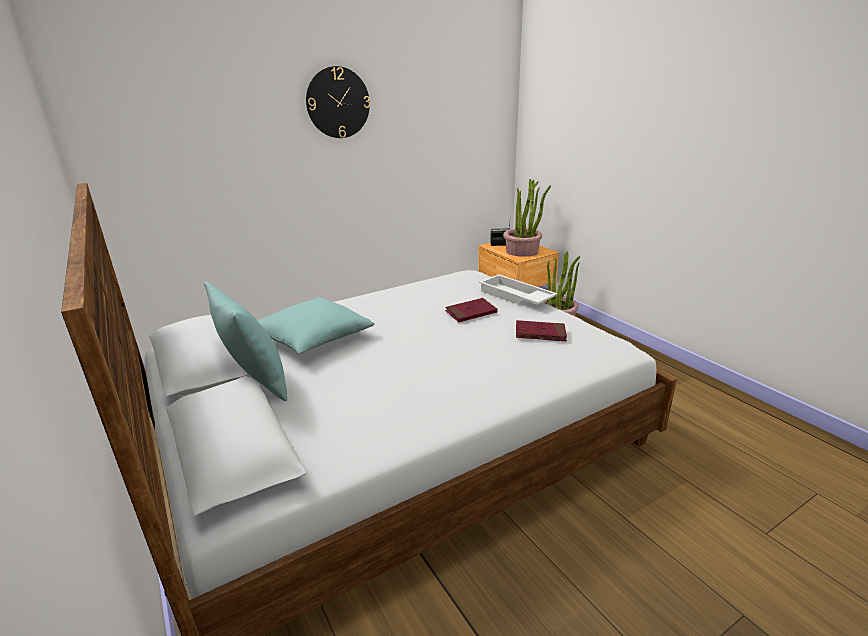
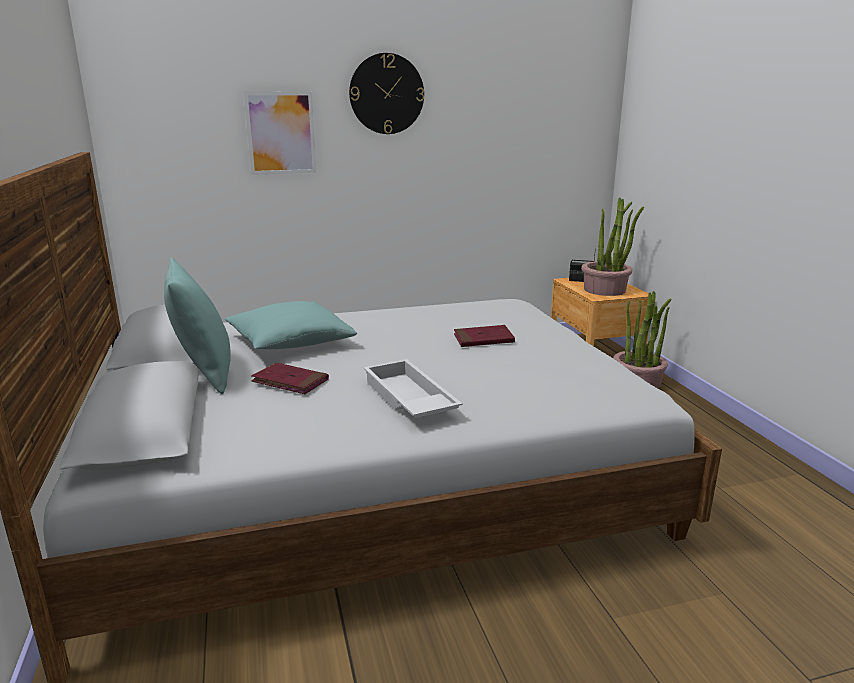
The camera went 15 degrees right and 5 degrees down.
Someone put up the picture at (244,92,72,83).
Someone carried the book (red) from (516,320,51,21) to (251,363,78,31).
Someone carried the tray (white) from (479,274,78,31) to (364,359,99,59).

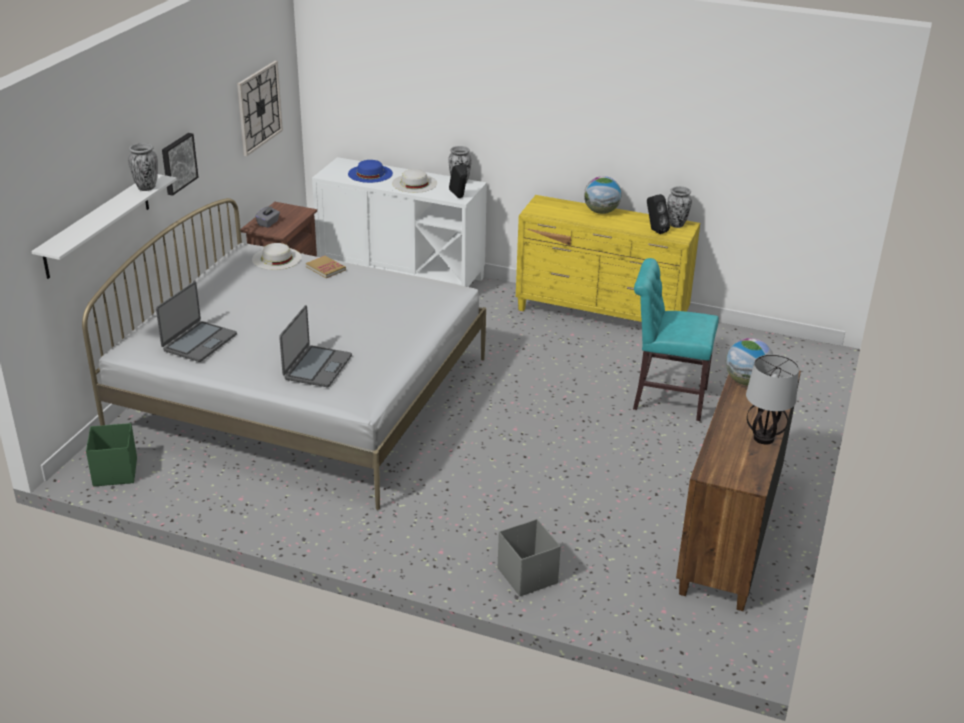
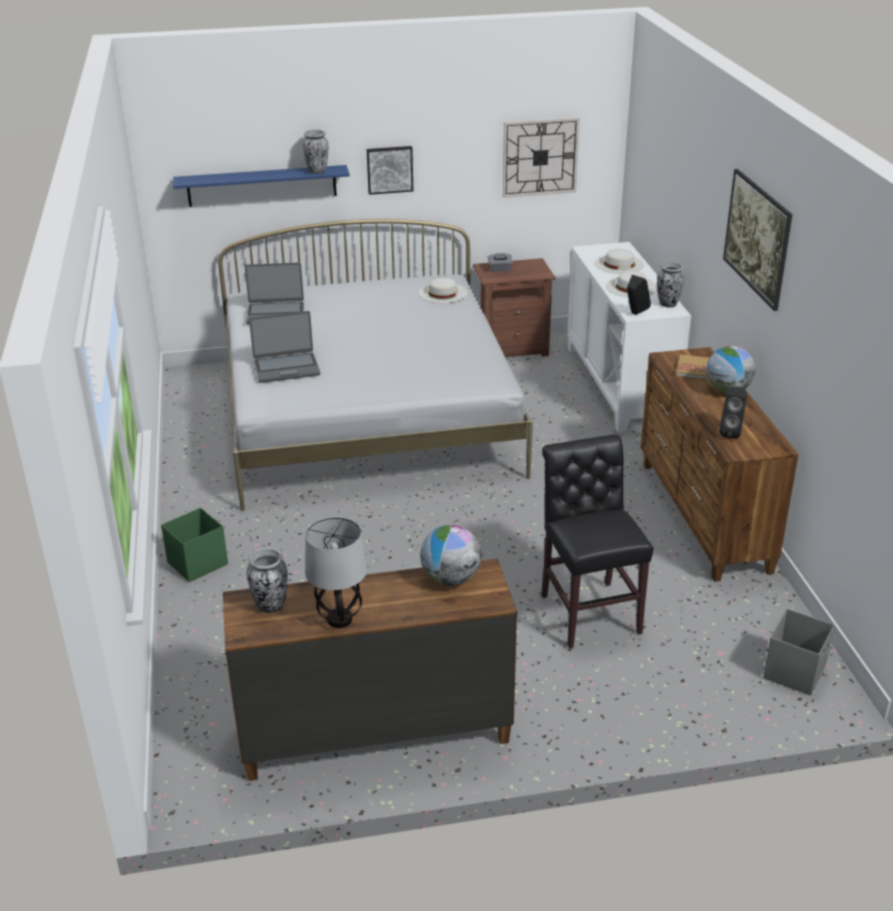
The camera went 60 degrees right and 0 degrees up.
Someone carried the storage box (green) from (86,423,51,64) to (161,508,67,74).
Someone repainted the shelf (white) at (31,174,146,105), which became the shelf (blue) at (173,165,177,42).
Someone carried the vase from (667,186,25,42) to (247,548,41,65).
Someone repainted the chair (turquoise) at (633,258,86,163), which became the chair (black) at (541,435,112,213).
Someone repainted the hat (blue) at (348,160,45,23), which became the hat (white) at (595,249,49,25).
Someone repainted the dresser (yellow) at (516,195,184,127), which became the dresser (brown) at (641,347,158,235).
Someone carried the book from (306,256,40,22) to (676,355,33,25).
Someone put up the picture at (723,169,70,142).
Someone carried the storage box (grey) from (498,519,63,77) to (763,609,72,86).

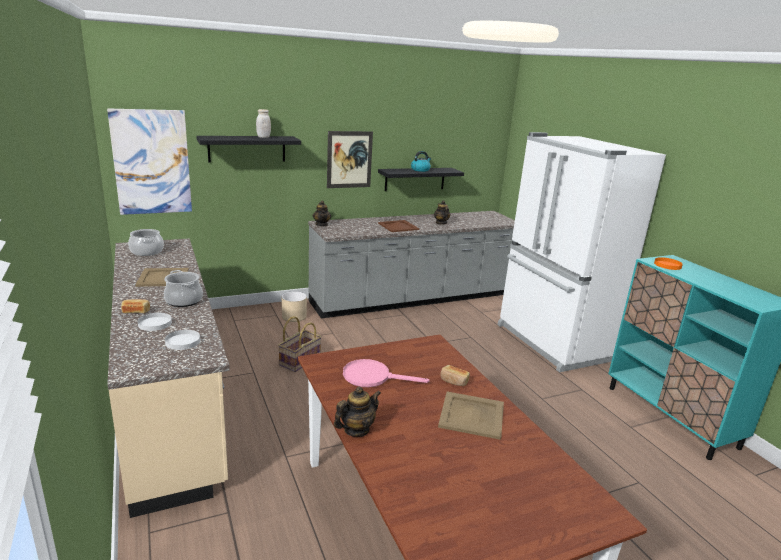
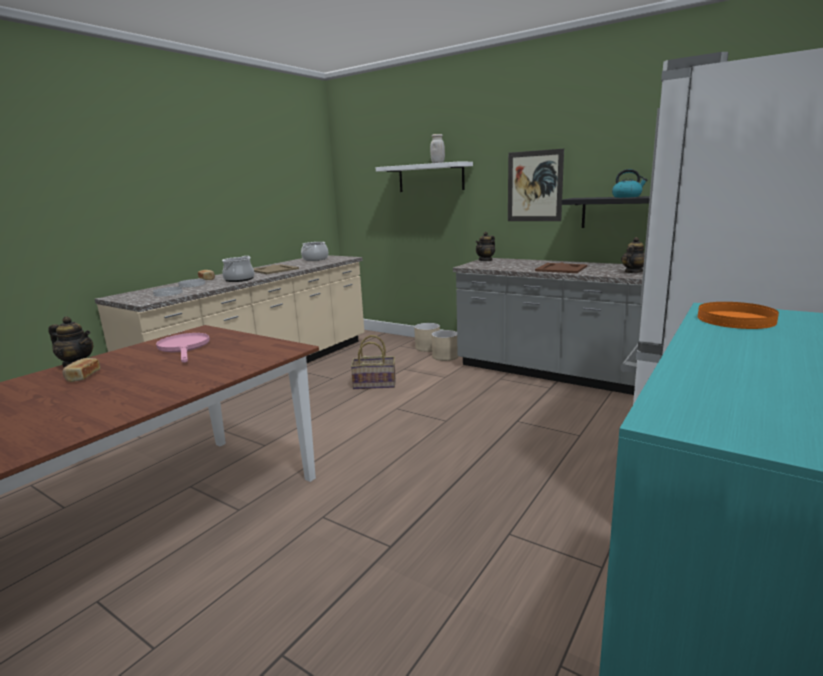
The camera went 60 degrees right and 5 degrees down.
Someone carried the bread from (440,365,30,21) to (63,358,37,24).
Someone repainted the shelf (black) at (196,136,105,26), which became the shelf (white) at (375,162,98,30).
Someone put down the planter (beige) at (414,323,26,29).
Someone took away the picture at (107,108,85,107).
Someone took away the tray (beige) at (438,392,66,48).

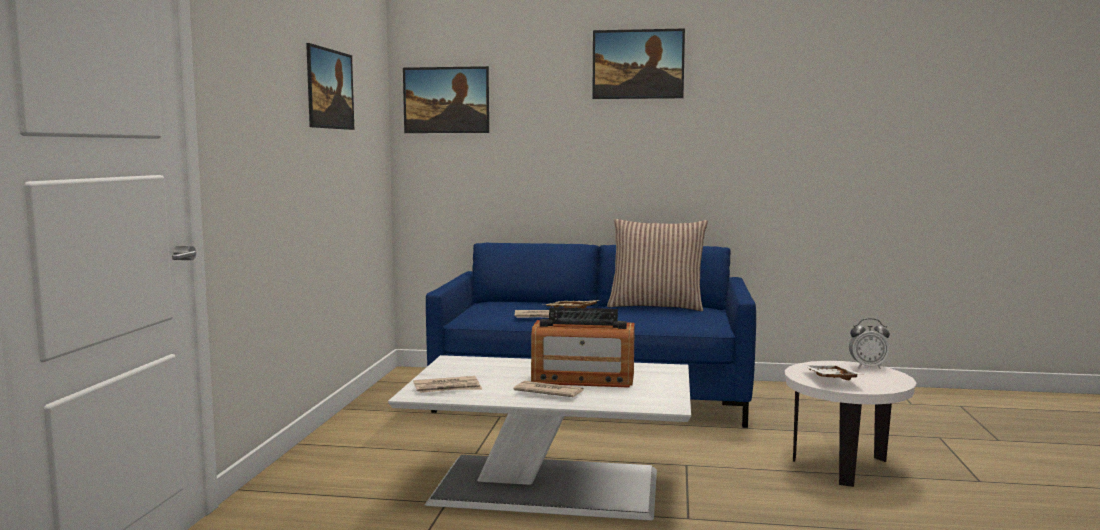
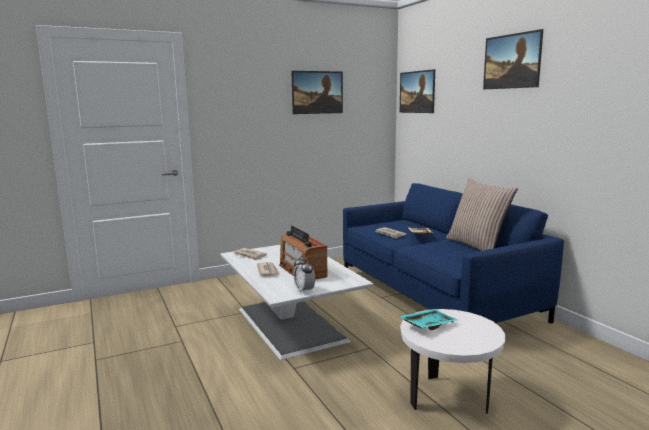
The camera went 55 degrees right and 5 degrees up.
Someone carried the alarm clock from (849,318,41,51) to (293,256,22,37).
Someone repainted the tray (white) at (801,364,60,16), which became the tray (turquoise) at (399,309,59,21).

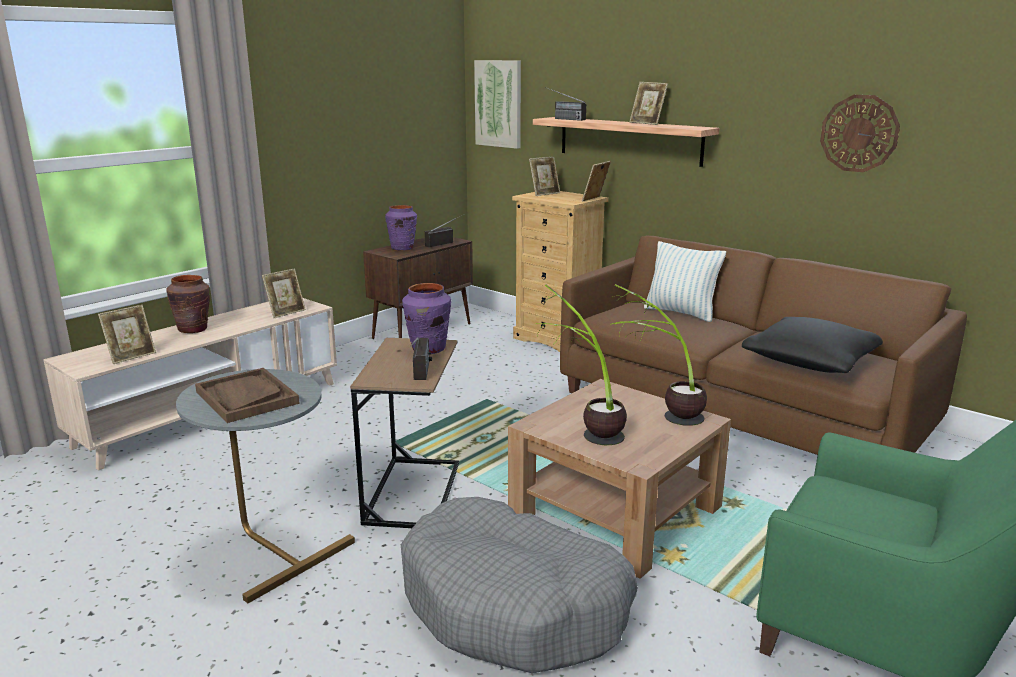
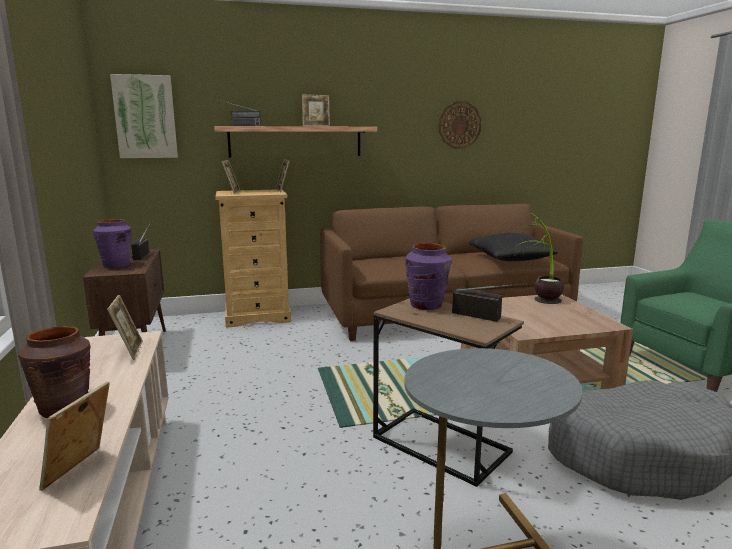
The camera went 55 degrees left and 5 degrees down.
Someone rotated the picture frame at (98,305,58,59) by 150 degrees counterclockwise.
Someone took away the tray (brown) at (195,368,105,55).
Someone took away the potted plant at (536,285,91,160).
Someone took away the pillow at (644,241,82,81).

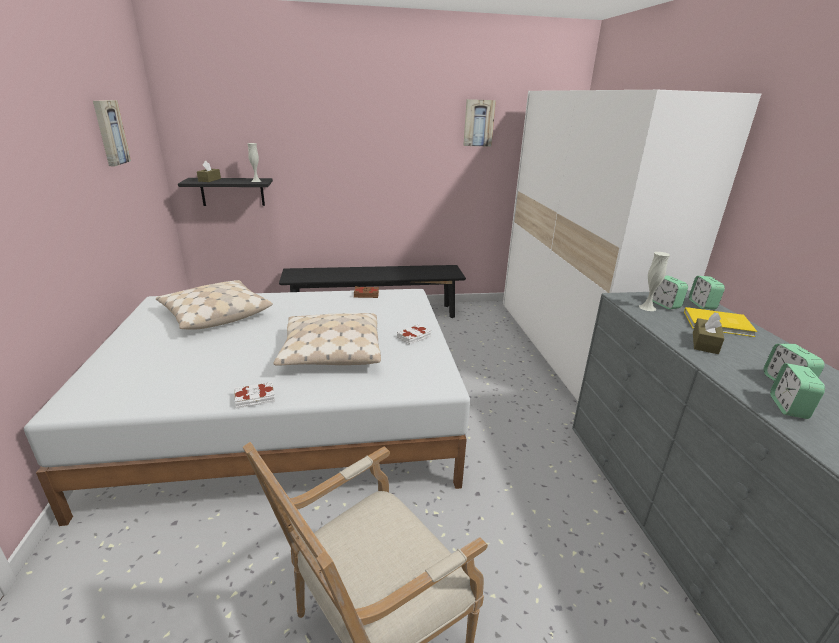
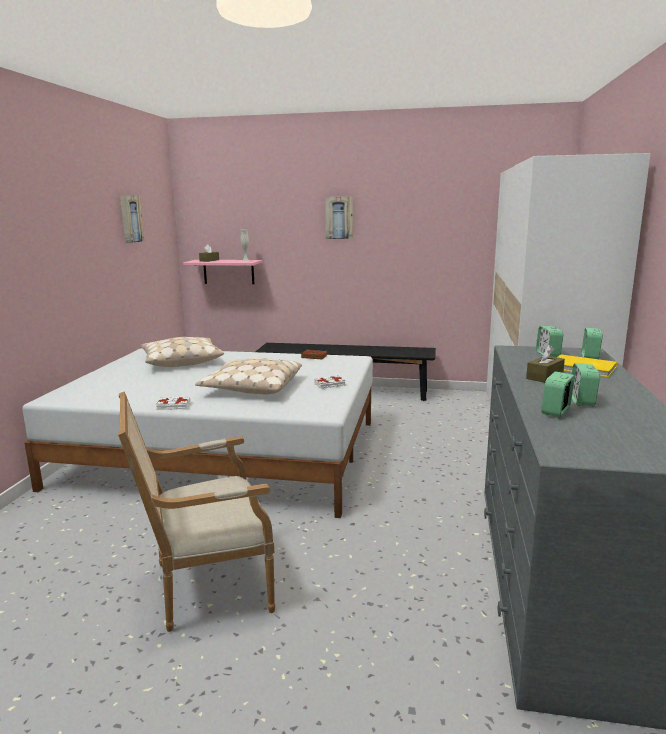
The camera went 20 degrees right and 10 degrees down.
Someone repainted the shelf (black) at (178,178,95,28), which became the shelf (pink) at (183,260,79,24).
Someone carried the picture from (463,99,33,48) to (325,197,28,42).
Someone took away the vase (white) at (639,252,31,59).

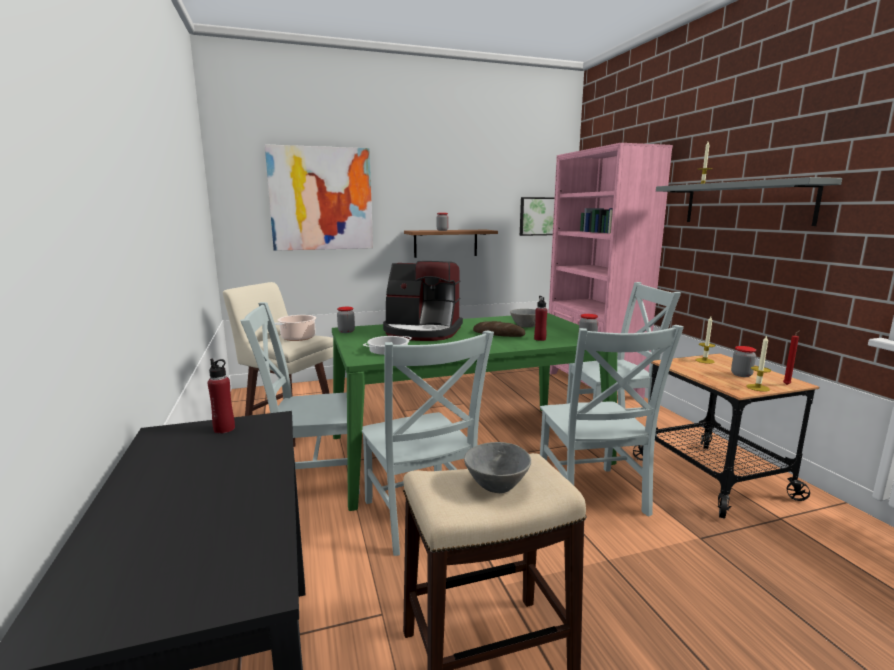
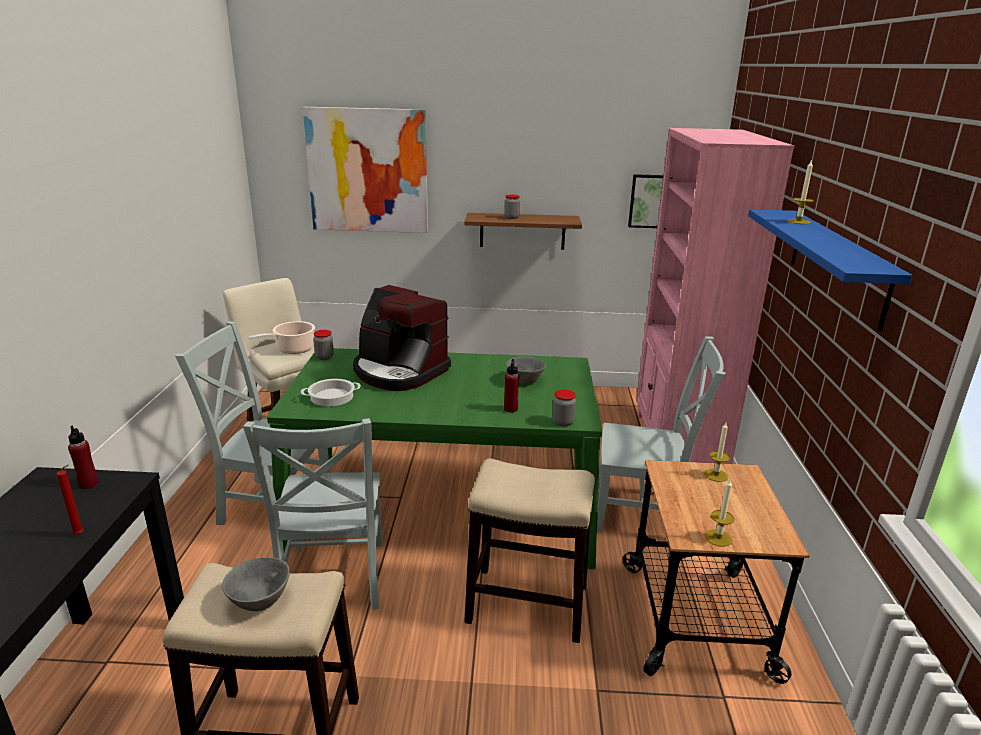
The camera went 20 degrees right and 10 degrees up.
Someone carried the candle (red) from (783,330,17,55) to (57,465,27,70).
Someone swapped the chair (grey) at (540,325,144,191) for the stool at (464,458,131,185).
Someone repainted the shelf (grey) at (656,177,186,49), which became the shelf (blue) at (748,209,164,123).
Someone took away the bread at (473,321,52,16).
Someone took away the jar at (731,346,25,31).

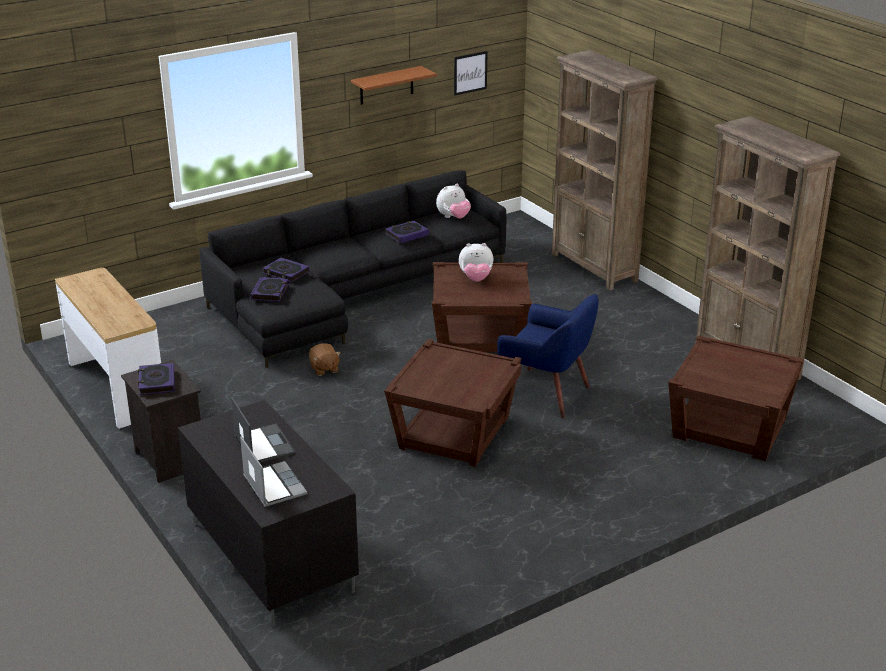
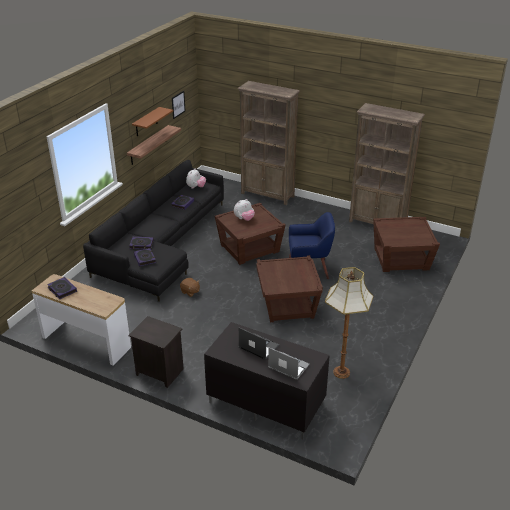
The camera went 30 degrees left and 5 degrees up.
Someone carried the book from (138,363,37,32) to (47,277,30,22).
Someone put up the shelf at (127,125,54,40).
Someone put down the floor lamp at (325,267,48,112).

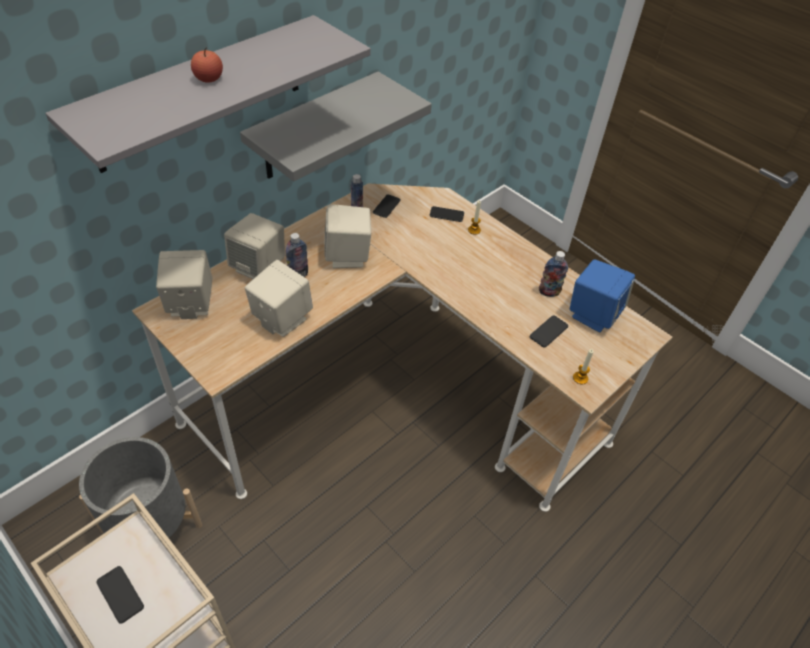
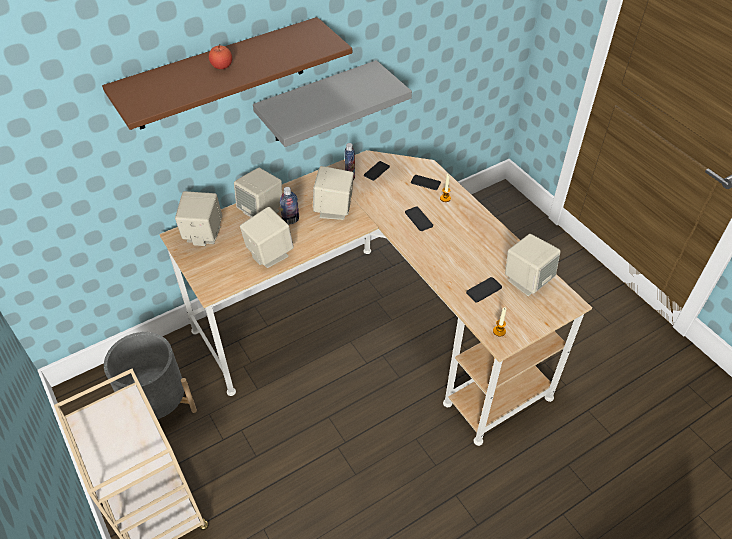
The camera went 15 degrees right and 0 degrees up.
Someone repainted the shelf (grey) at (46,15,325,158), which became the shelf (brown) at (102,17,250,113).
Someone carried the phone from (96,566,48,58) to (405,207,28,24).
Someone repainted the speaker (blue) at (570,259,65,74), which became the speaker (beige) at (505,234,56,62).
Someone took away the bottle at (539,251,29,46).

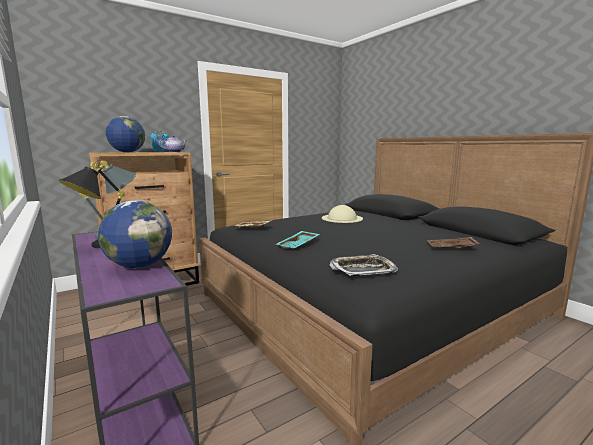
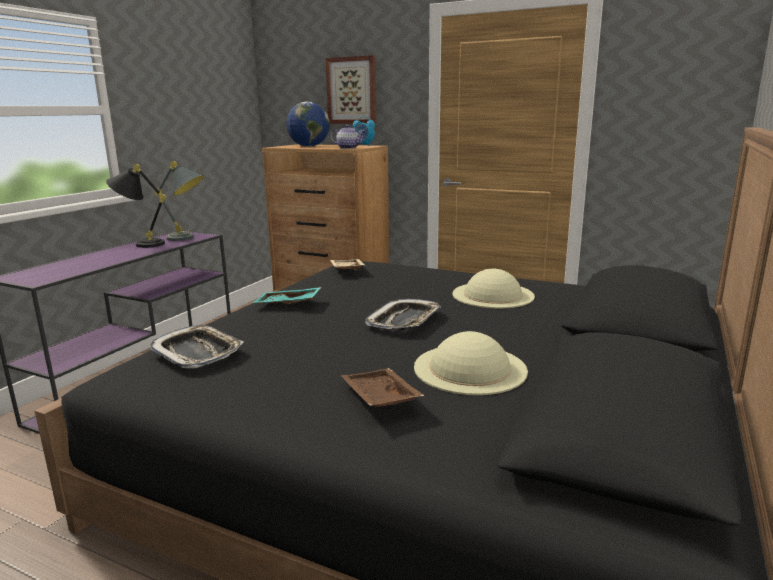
The camera went 60 degrees right and 5 degrees up.
Someone put up the picture at (326,55,50,69).
Someone put down the tray at (365,299,76,31).
Someone put down the hat (beige) at (414,331,114,64).
Someone took away the globe at (98,200,74,68).

